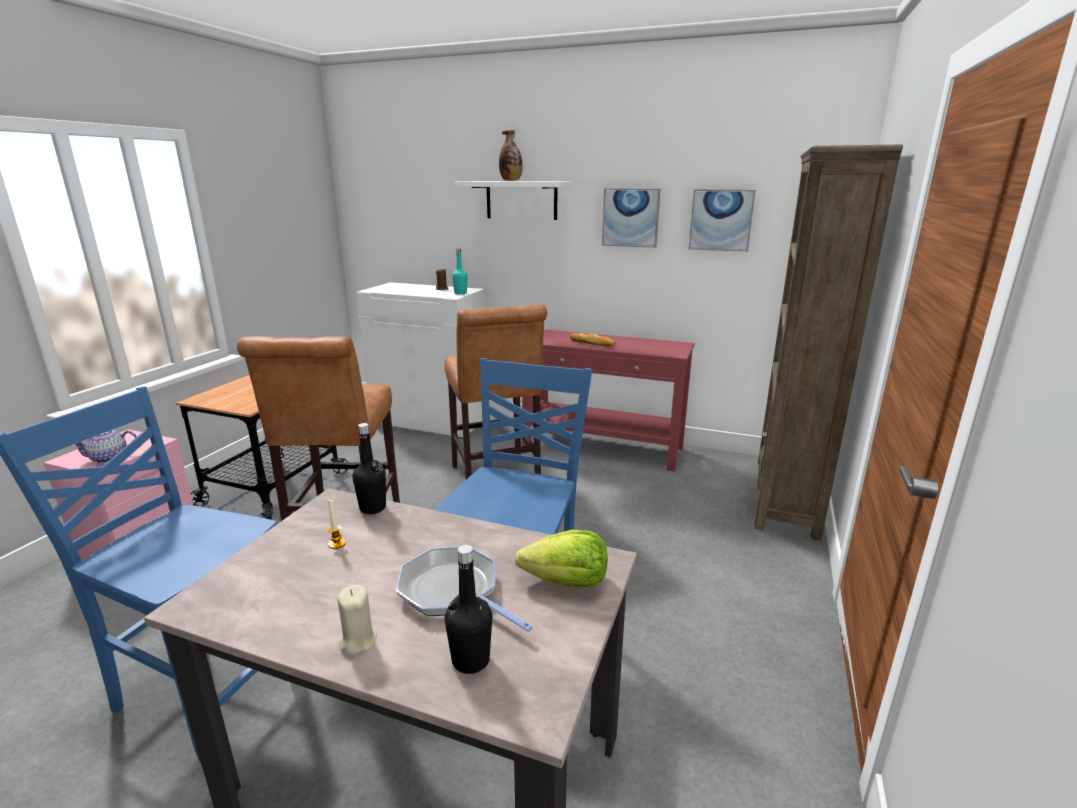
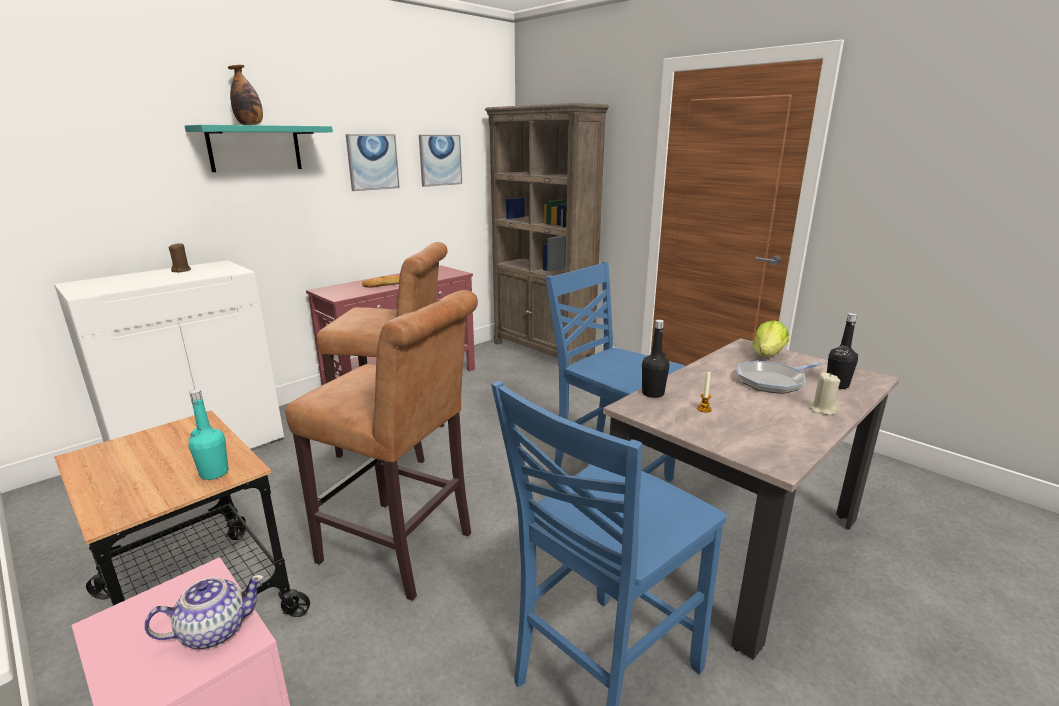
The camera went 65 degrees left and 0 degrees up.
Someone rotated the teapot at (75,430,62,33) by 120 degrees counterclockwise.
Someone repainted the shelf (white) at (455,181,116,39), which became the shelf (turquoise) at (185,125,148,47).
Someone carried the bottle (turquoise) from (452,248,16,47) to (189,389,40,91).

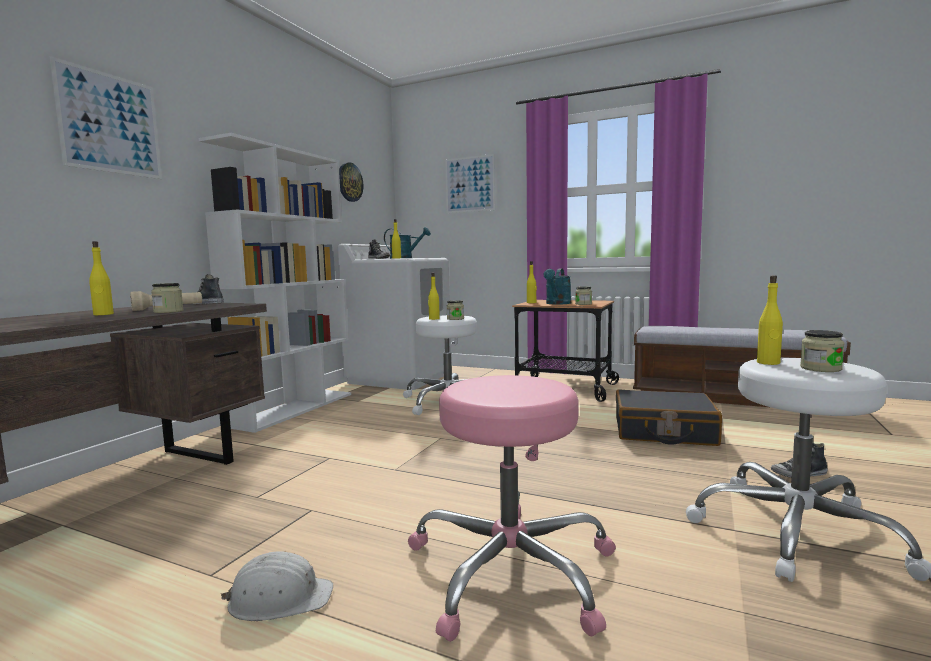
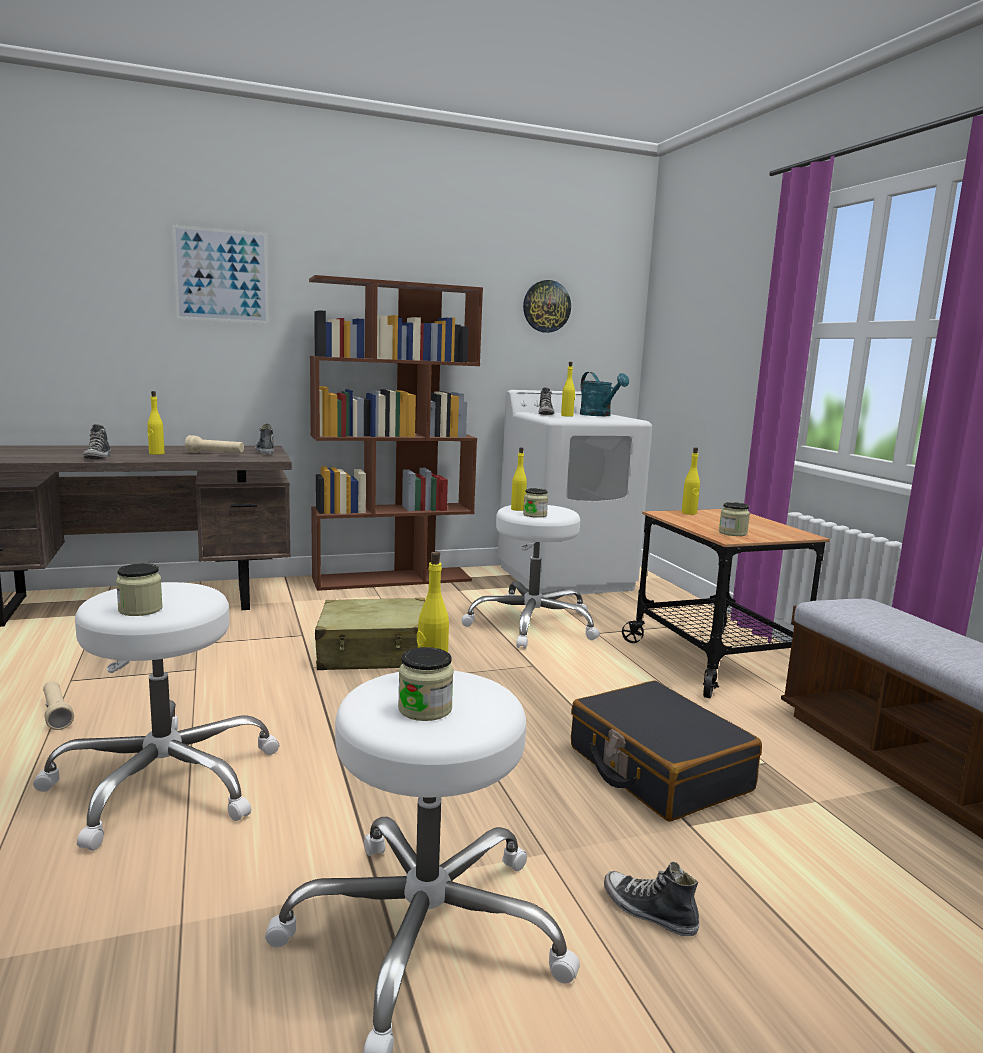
The camera went 45 degrees right and 5 degrees up.
Someone repainted the stool (pink) at (408,375,208,267), which became the stool (white) at (33,582,247,269).
Someone swapped the hard hat (white) at (221,551,112,70) for the flashlight (beige) at (43,681,31,49).
Someone put down the shoe at (83,424,28,35).
Someone carried the jar from (151,283,32,30) to (116,563,47,53).
Someone repainted the bookcase (white) at (199,133,152,300), which became the bookcase (brown) at (309,275,174,316).
Someone put down the suitcase (beige) at (315,598,110,72).
Someone took away the picture at (445,154,50,59).
Someone took away the watering can (turquoise) at (544,268,27,37).

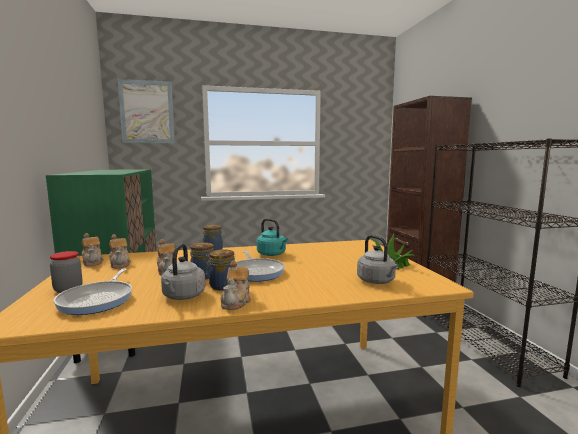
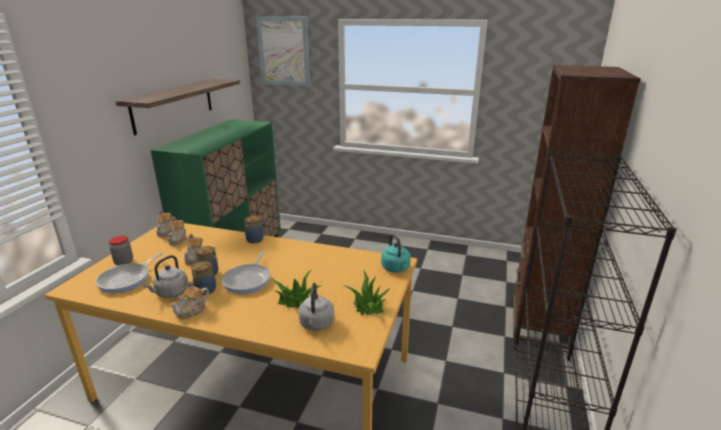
The camera went 30 degrees right and 15 degrees up.
Someone put up the shelf at (116,79,124,56).
Someone put down the potted plant at (271,270,49,38).
Someone carried the kettle (turquoise) from (257,218,31,38) to (381,234,30,38).

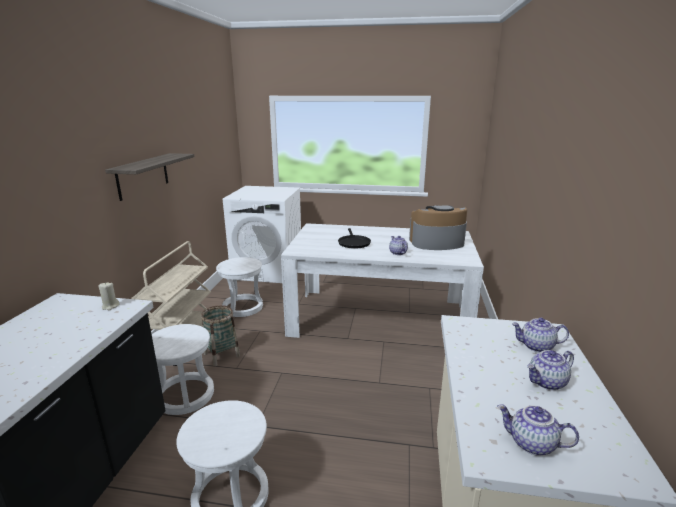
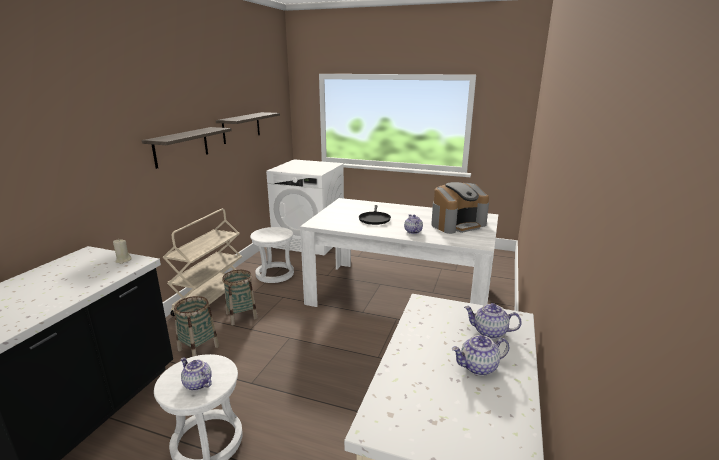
The camera went 10 degrees right and 0 degrees up.
Someone swapped the stool (white) at (152,324,62,91) for the basket at (174,296,45,61).
Someone carried the teapot from (497,405,82,51) to (181,357,31,34).
Someone put up the shelf at (216,112,64,32).
Someone rotated the coffee machine at (409,205,58,45) by 150 degrees clockwise.

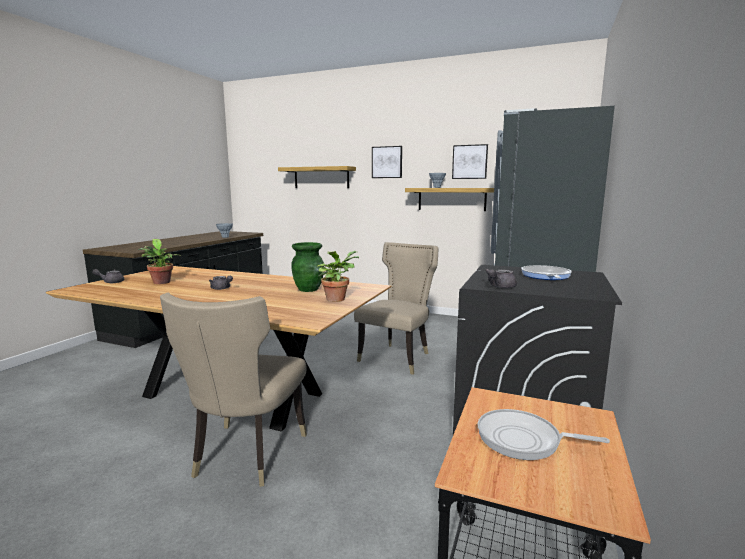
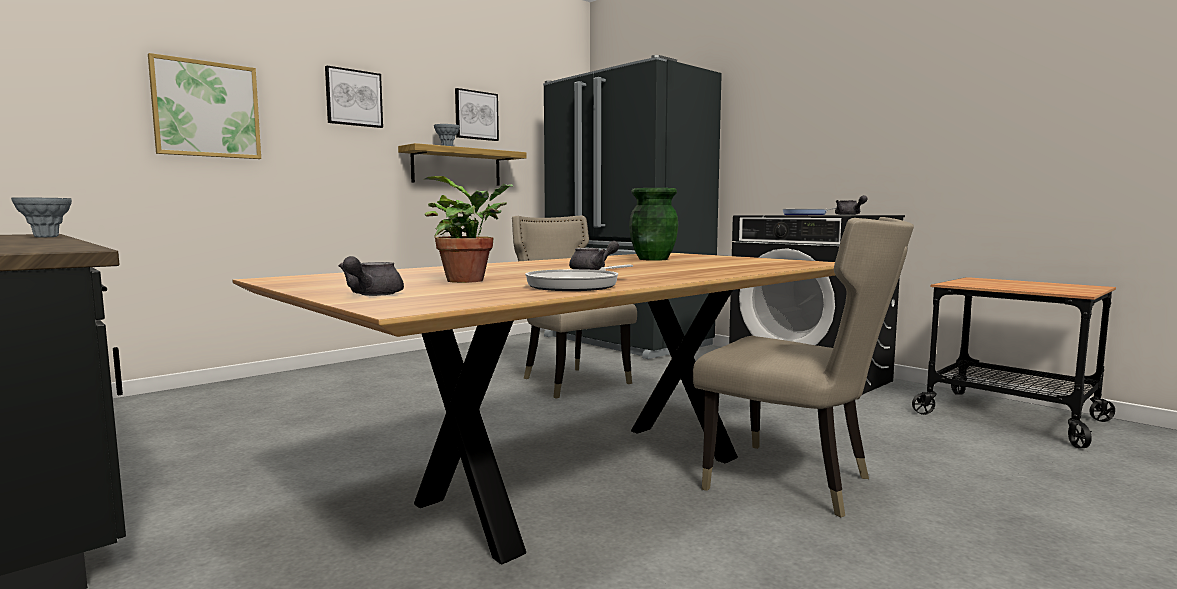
The camera went 65 degrees left and 5 degrees down.
Someone swapped the shelf at (278,166,78,22) for the picture at (148,53,113,106).
Someone carried the frying pan from (478,409,132,51) to (525,265,108,26).
Someone took away the potted plant at (317,251,42,51).

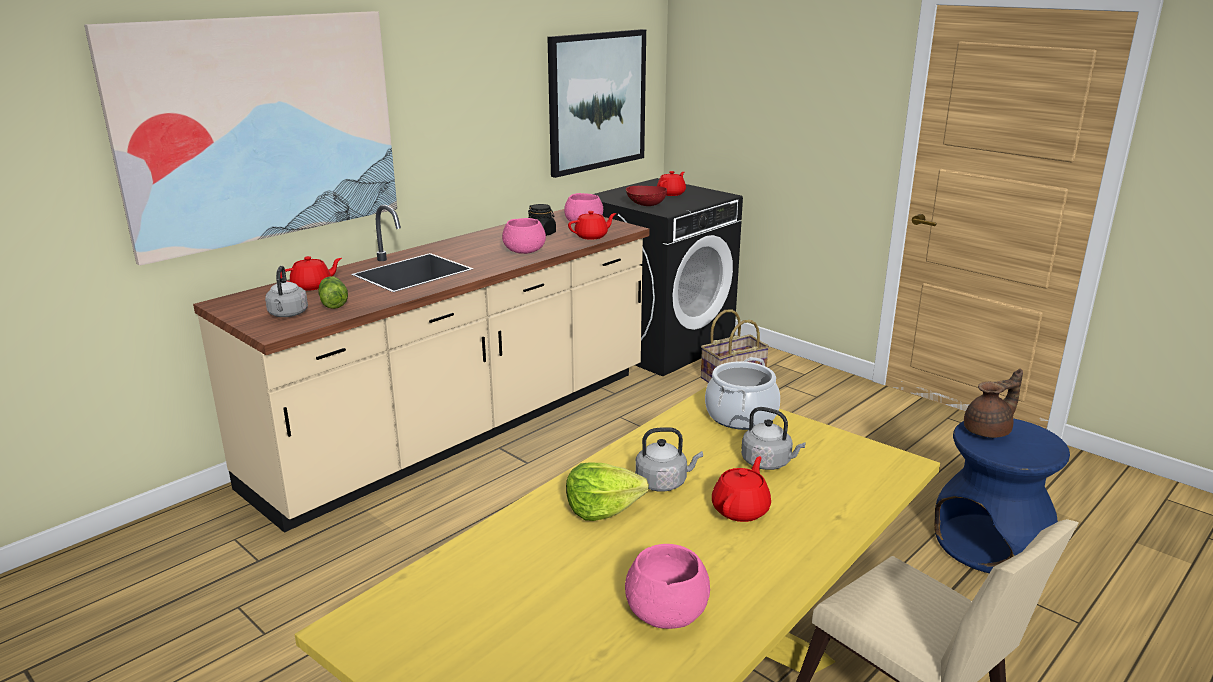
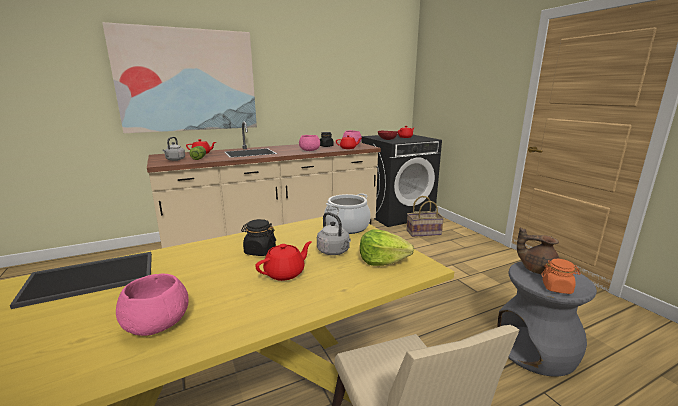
The camera went 20 degrees right and 5 degrees down.
Someone put down the tray at (10,252,142,57).
Someone swapped the kettle (grey) at (635,427,68,65) for the jar (black) at (241,219,35,37).
Someone carried the lettuce from (566,462,83,59) to (360,229,54,37).
Someone repainted the stool (blue) at (935,418,135,155), which became the stool (grey) at (497,261,100,115).
Someone rotated the teapot (brown) at (964,369,59,69) by 150 degrees counterclockwise.
Someone put down the jar (orange) at (541,259,40,35).
Someone took away the picture at (547,29,99,149).

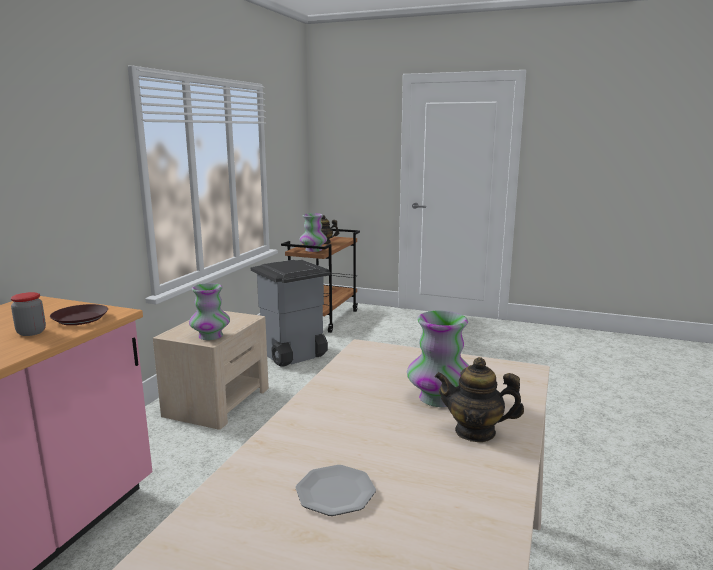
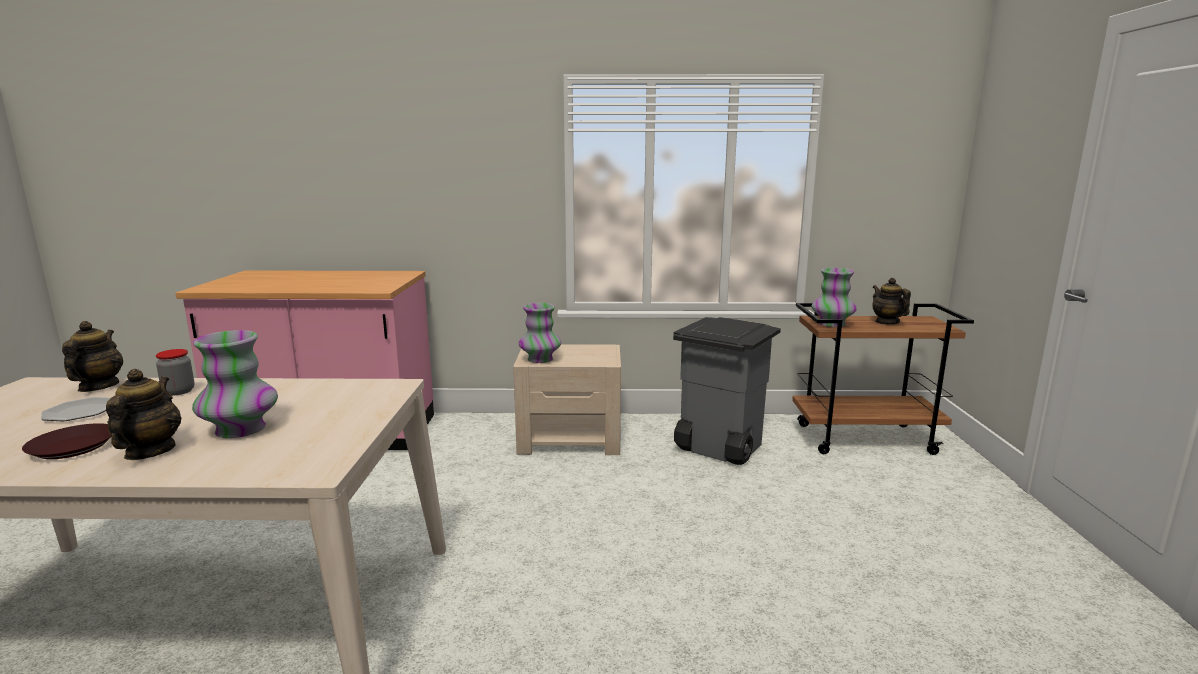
The camera went 70 degrees right and 0 degrees up.
Someone carried the plate (brown) from (50,304,58,21) to (22,423,89,36).
Someone put down the teapot at (62,321,62,71).
Someone carried the jar from (11,292,35,44) to (156,349,38,47).

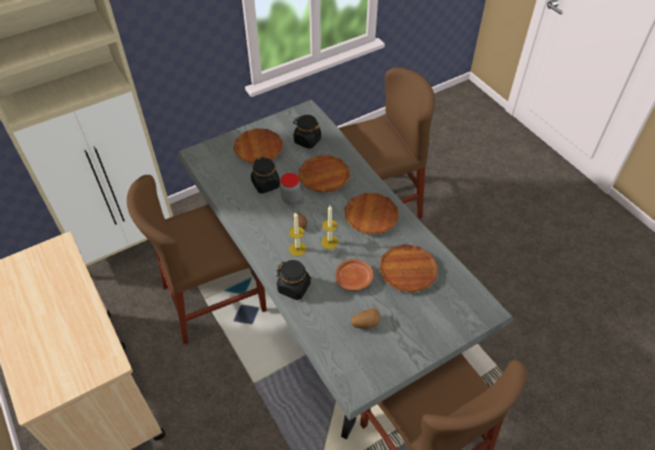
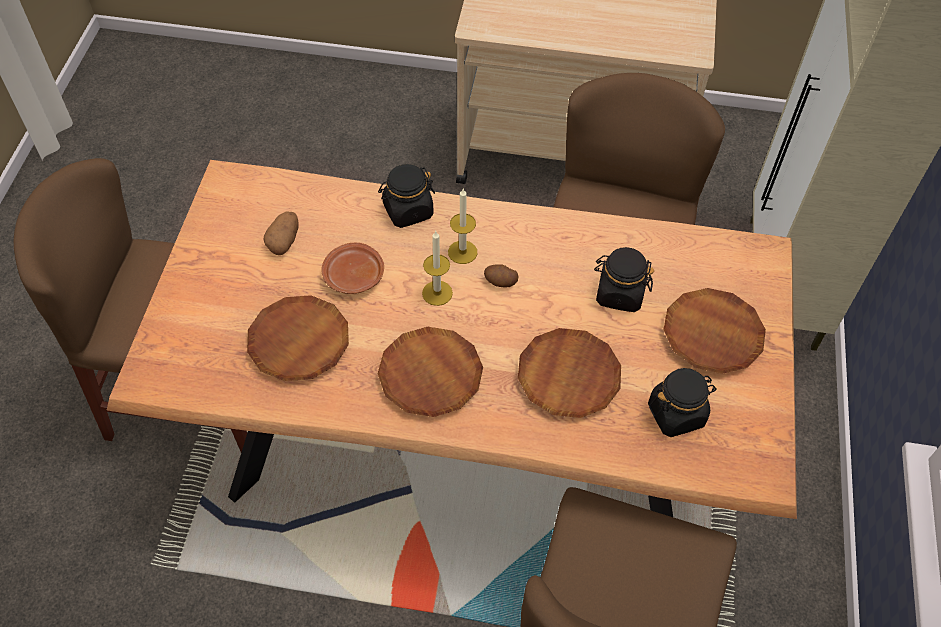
The camera went 130 degrees right and 5 degrees up.
Someone repainted the dining table (grey) at (177,100,338,340), which became the dining table (brown) at (107,160,690,359).
Someone took away the jar at (280,173,21,31).

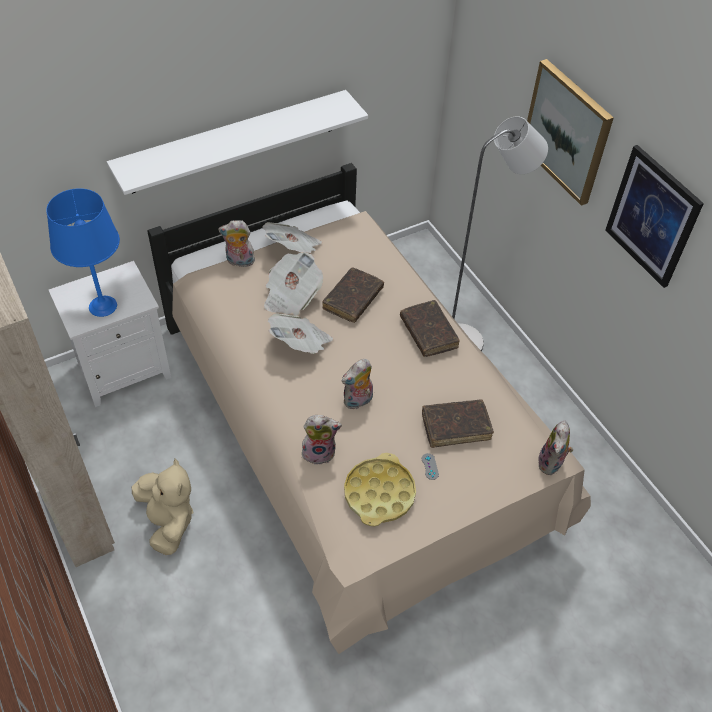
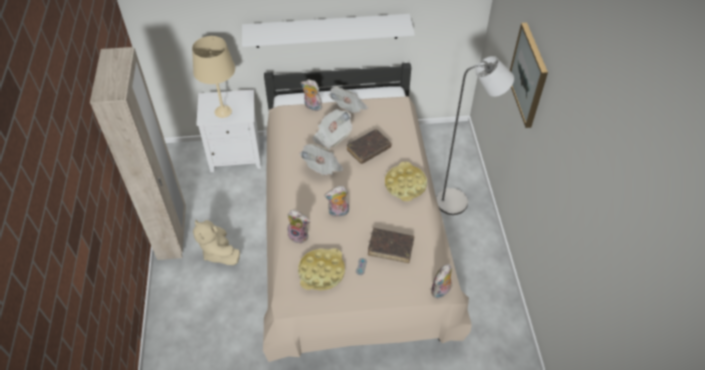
The camera went 25 degrees right and 0 degrees up.
Someone repainted the table lamp (blue) at (46,188,74,129), which became the table lamp (beige) at (192,36,43,82).
Someone rotated the plush toy (beige) at (132,459,61,96) by 150 degrees clockwise.
Someone swapped the book (brown) at (400,300,59,57) for the tray (yellow) at (385,162,42,39).
Someone took away the picture at (605,145,99,143).

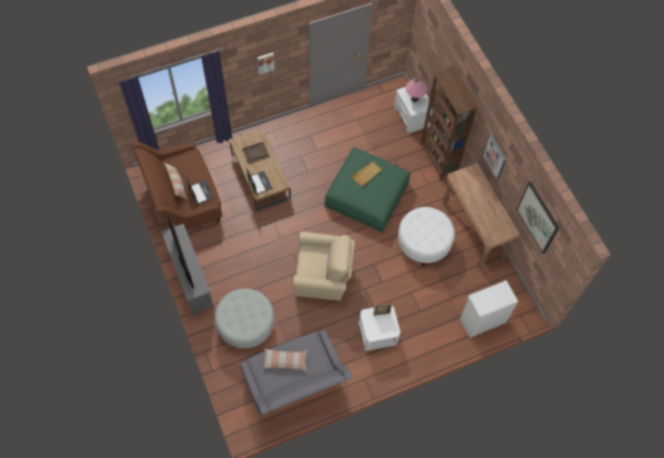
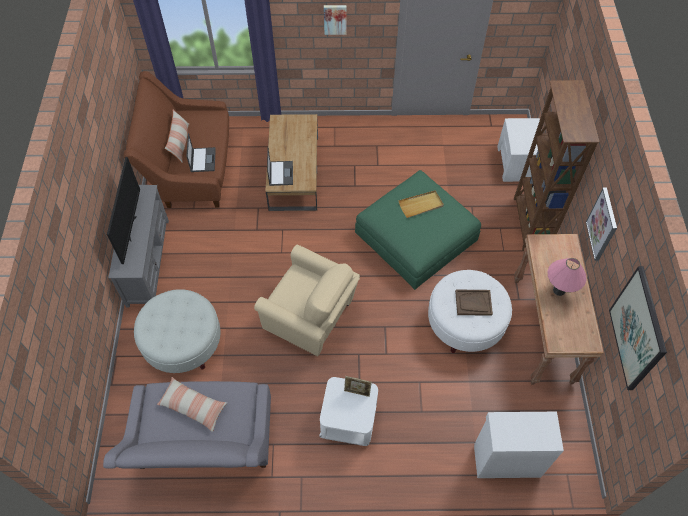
The camera went 25 degrees right and 5 degrees down.
Someone carried the tray (brown) from (242,142,27,21) to (455,290,38,26).
Someone carried the table lamp (pink) from (405,77,23,25) to (548,258,39,38).

